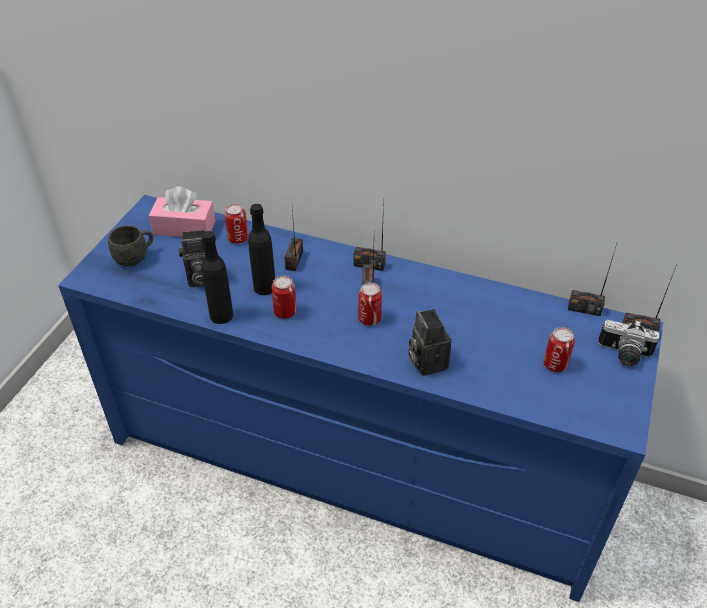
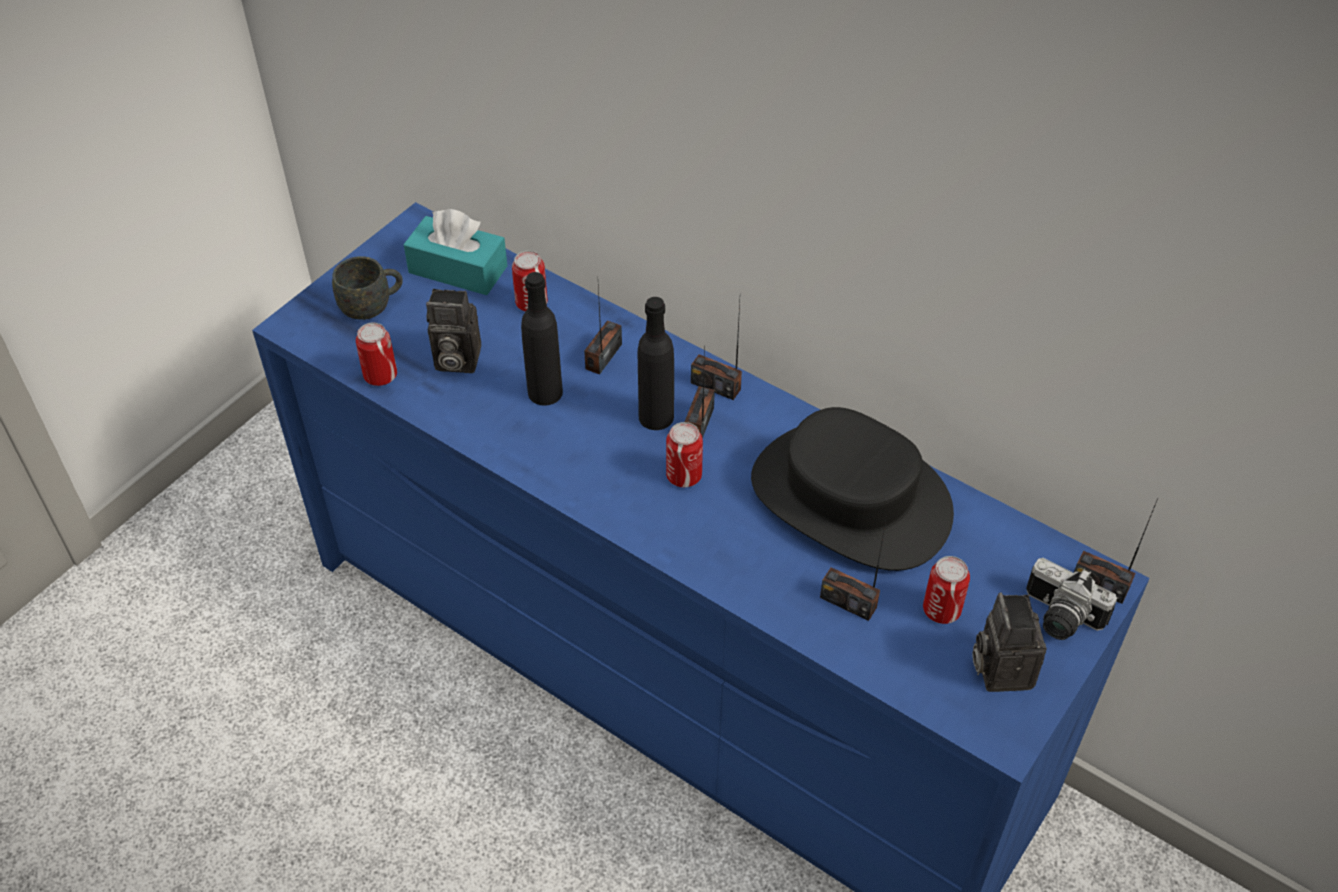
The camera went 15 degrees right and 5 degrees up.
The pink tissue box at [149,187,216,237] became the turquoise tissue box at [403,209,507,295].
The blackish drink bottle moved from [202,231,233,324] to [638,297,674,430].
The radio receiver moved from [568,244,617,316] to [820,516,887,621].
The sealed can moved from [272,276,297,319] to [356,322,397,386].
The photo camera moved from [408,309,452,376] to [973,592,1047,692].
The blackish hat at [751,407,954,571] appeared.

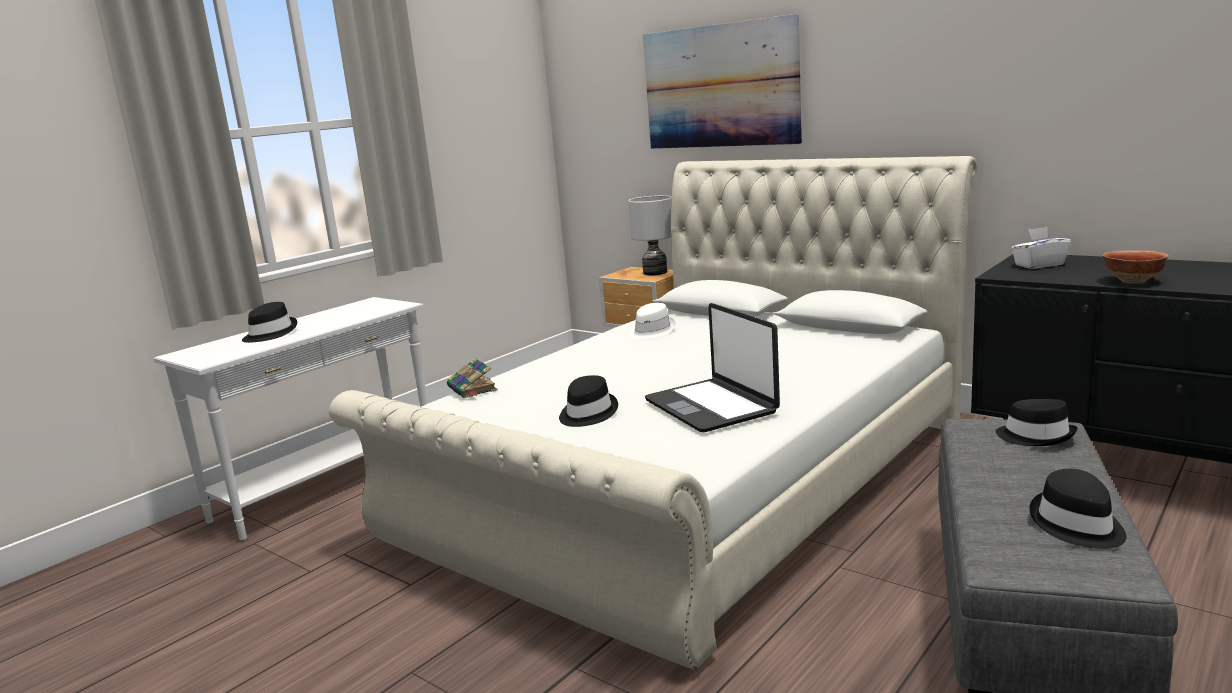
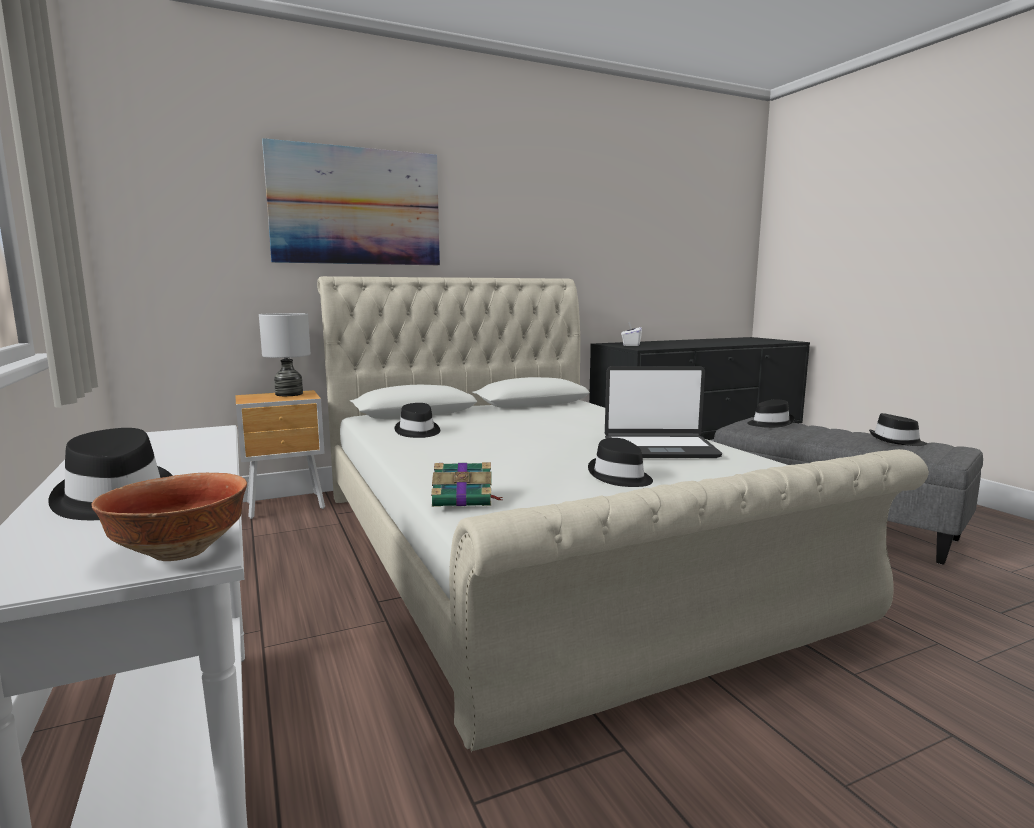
The camera went 65 degrees left and 5 degrees down.
The serving bowl moved from [1103,250,1168,284] to [91,473,247,561].
The whitish hat at [629,303,675,339] became the blackish hat at [394,403,440,438].

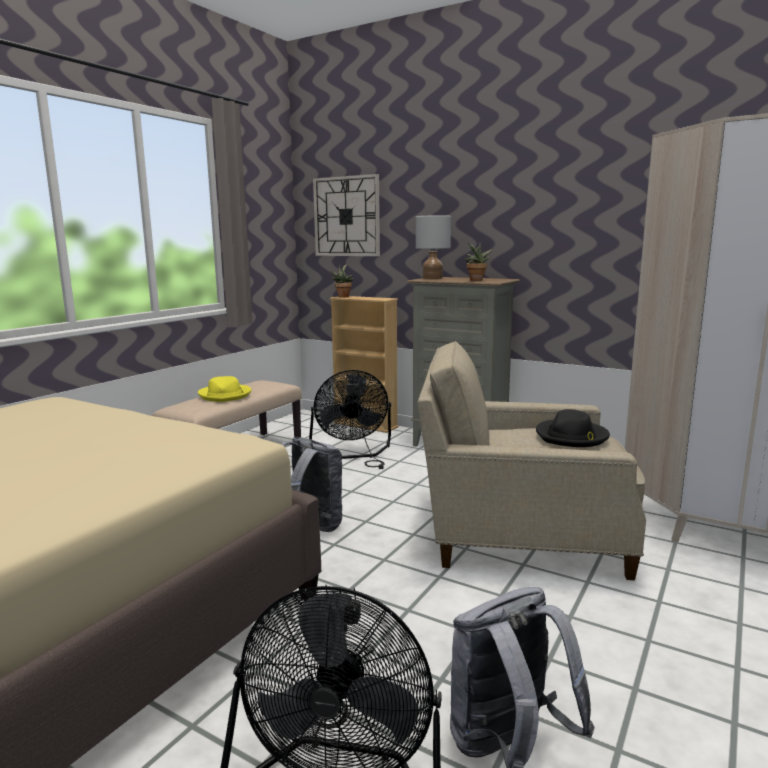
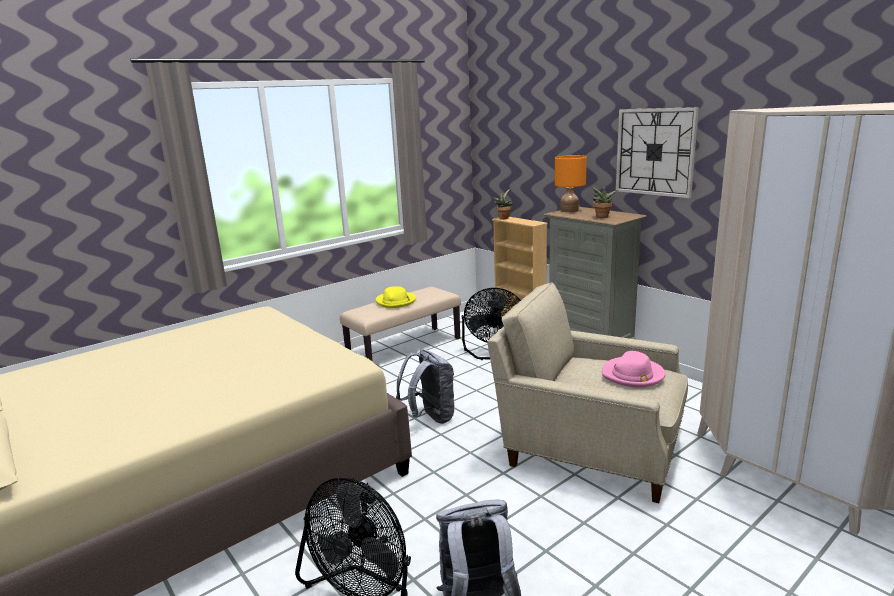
The camera went 20 degrees right and 5 degrees up.
The hanging clock moved from [313,174,380,256] to [616,107,699,198].
The grey tabletop lamp at [416,215,451,279] became the orange-coloured tabletop lamp at [555,155,587,212].
The blackish hat at [536,409,610,447] became the pink hat at [602,351,665,387].

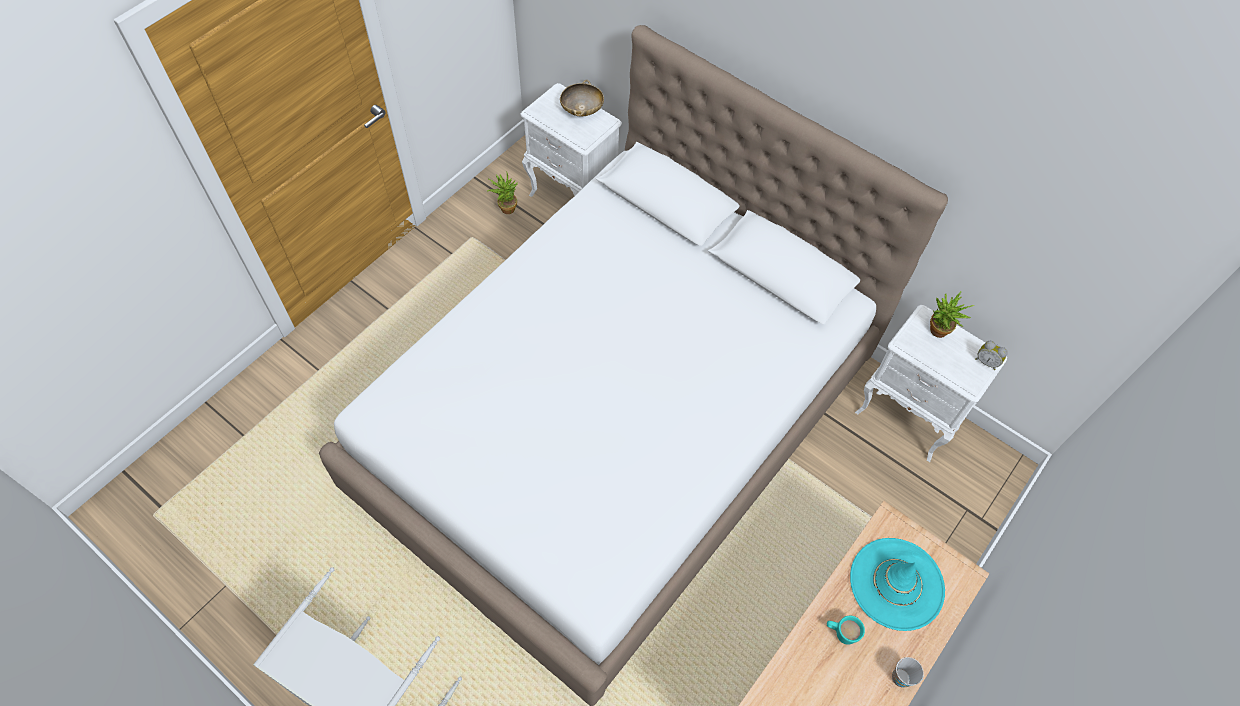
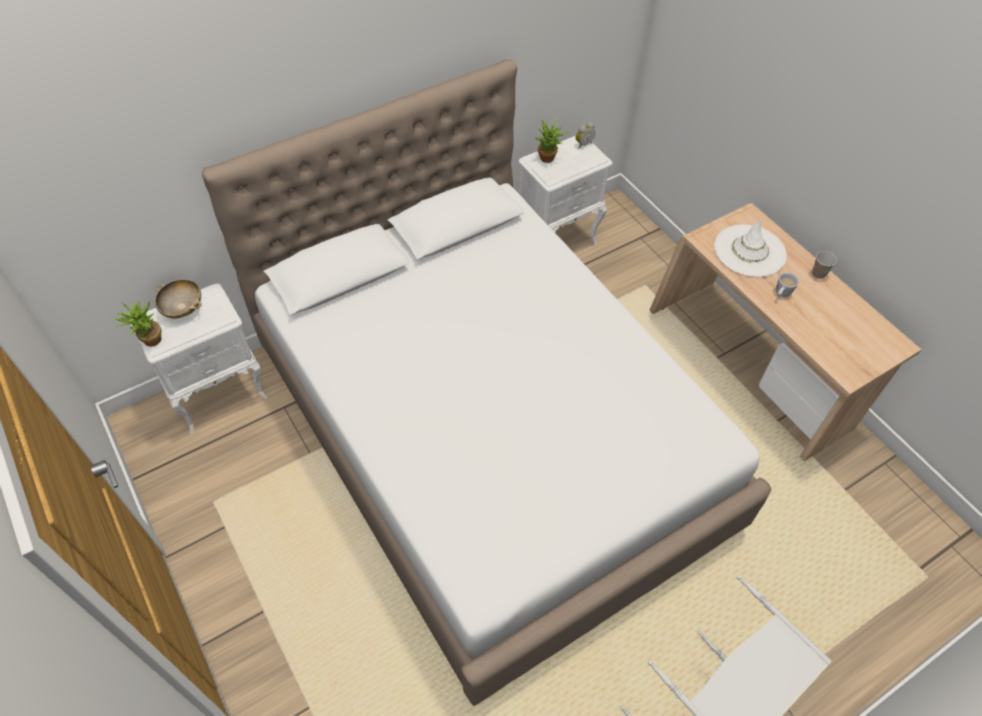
The camera went 70 degrees left and 5 degrees down.
The potted plant moved from [487,173,518,214] to [114,301,162,347].
The turquoise hat at [850,538,945,631] became the whitish hat at [714,219,787,277].
The turquoise mug at [827,616,865,645] became the whitish mug at [776,272,799,297].

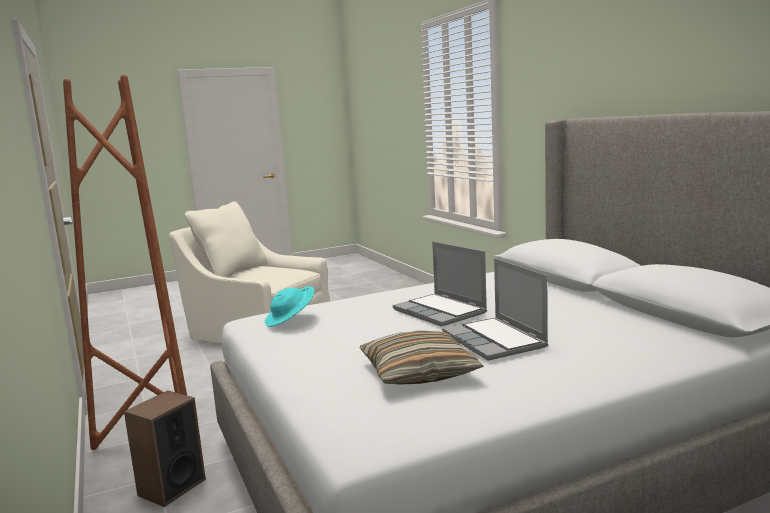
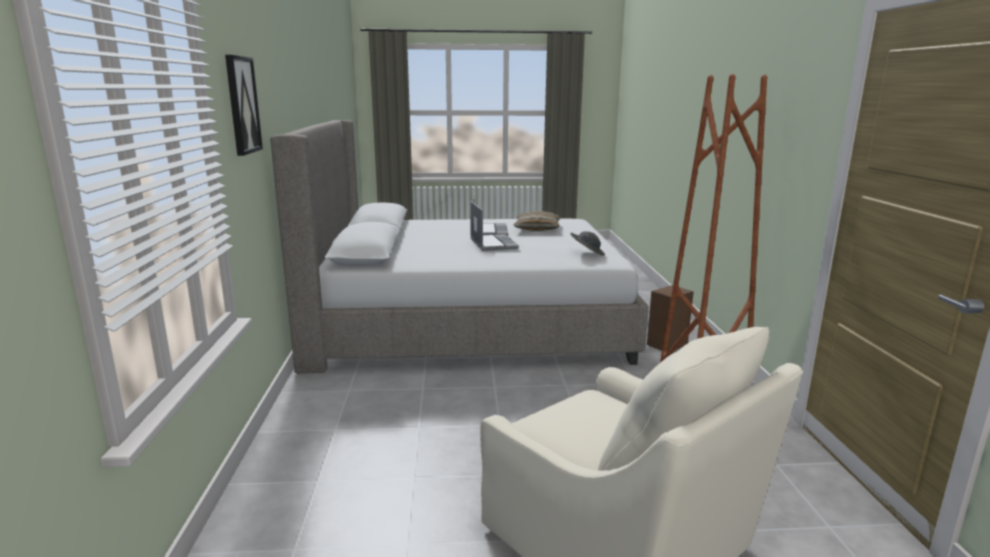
The camera went 160 degrees left and 5 degrees up.
The turquoise hat at [265,286,314,327] became the grey hat at [571,231,605,255].
The picture at [225,55,263,156] appeared.

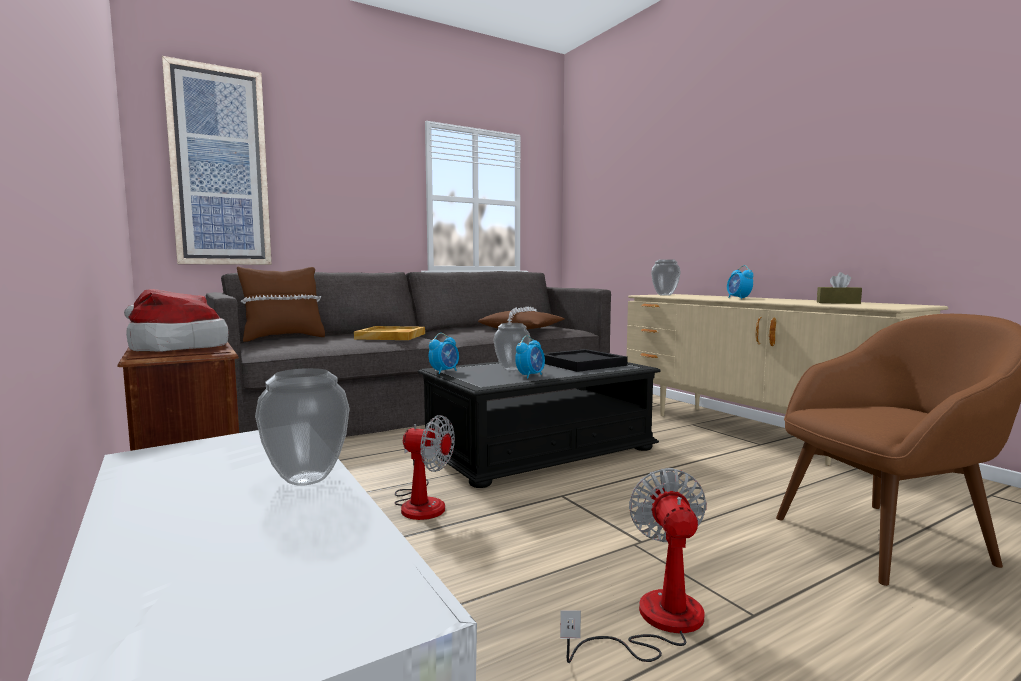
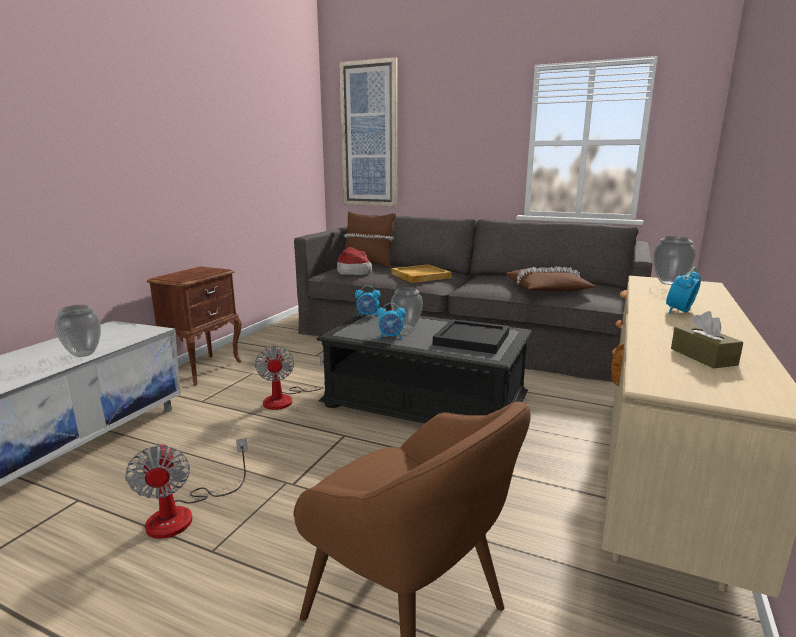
The camera went 55 degrees right and 10 degrees up.
The hat moved from [124,289,229,352] to [337,247,372,275].
The fan at [560,468,707,663] turned 105 degrees clockwise.

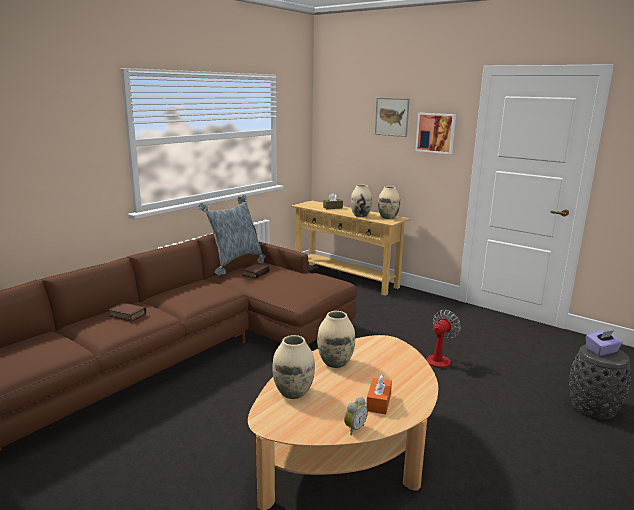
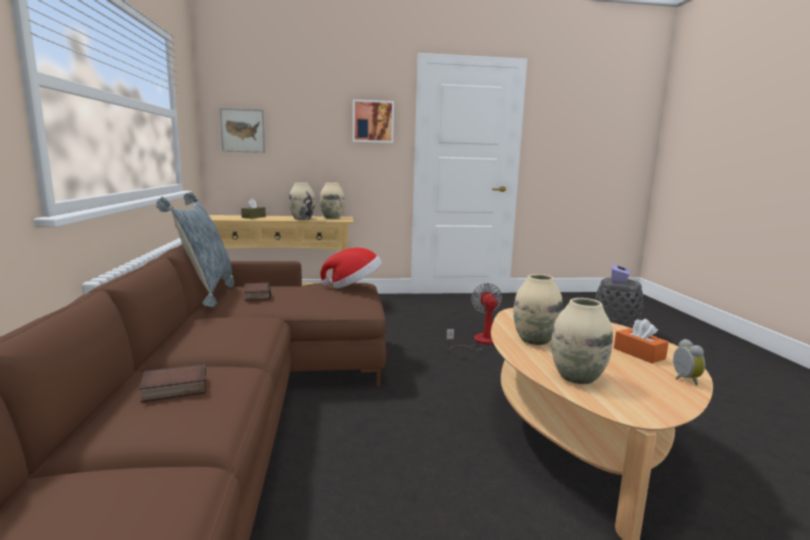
The camera went 45 degrees left and 5 degrees down.
The picture moved from [375,98,410,137] to [220,108,265,153].
The hat at [320,248,382,288] appeared.

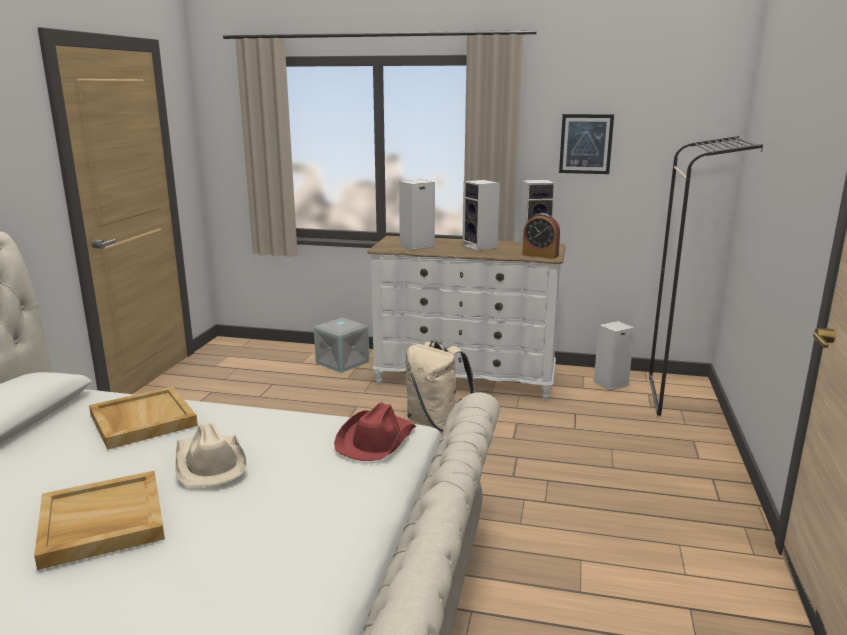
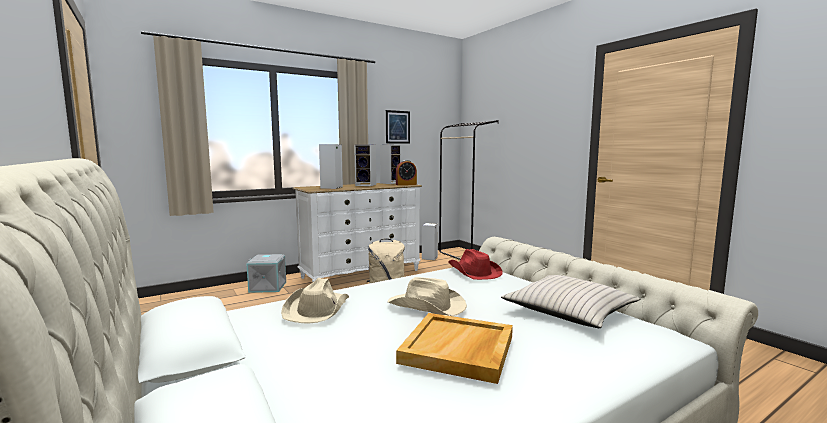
The camera went 45 degrees left and 10 degrees down.
The beige-coloured carrying tray at [89,386,198,450] was replaced by the beige-coloured hat at [281,278,349,324].
The beige-coloured cushion at [501,275,640,328] appeared.

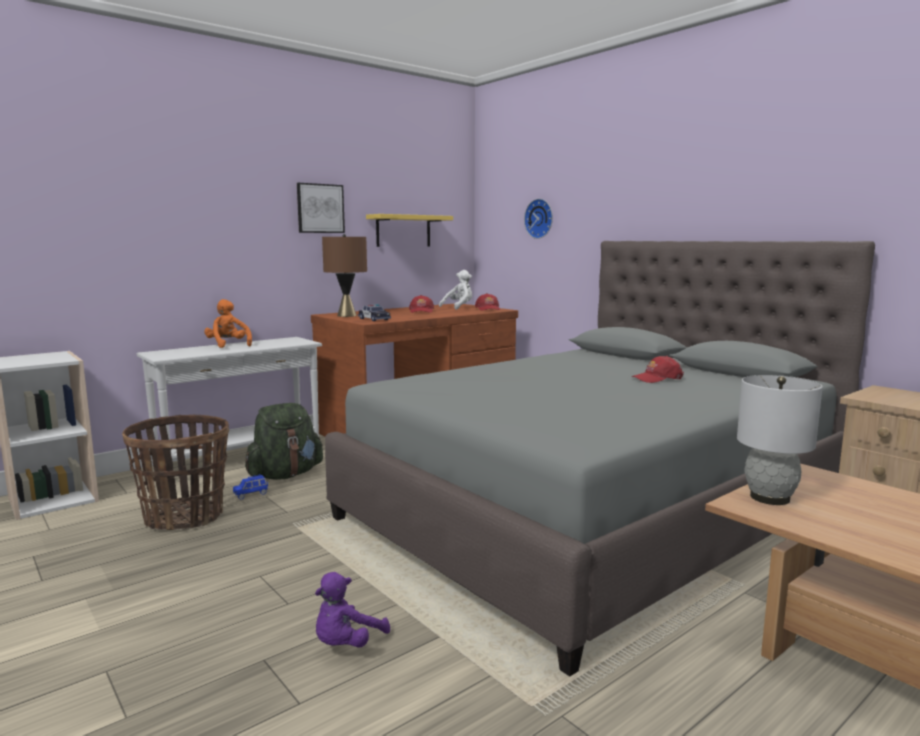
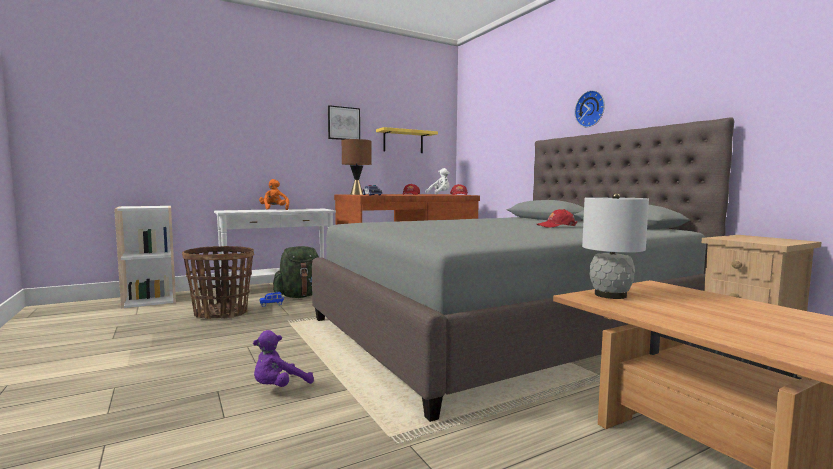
The camera went 10 degrees right and 5 degrees down.
The hanging clock moved from [524,199,553,239] to [575,90,605,127].

